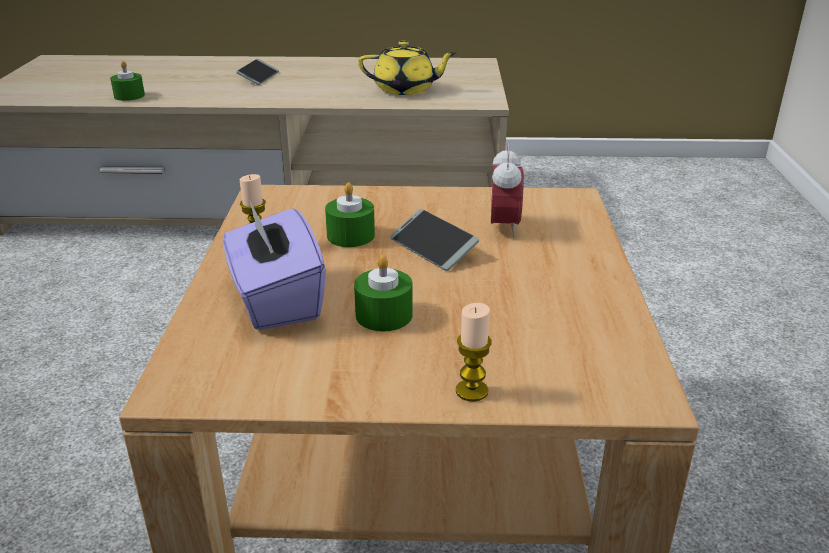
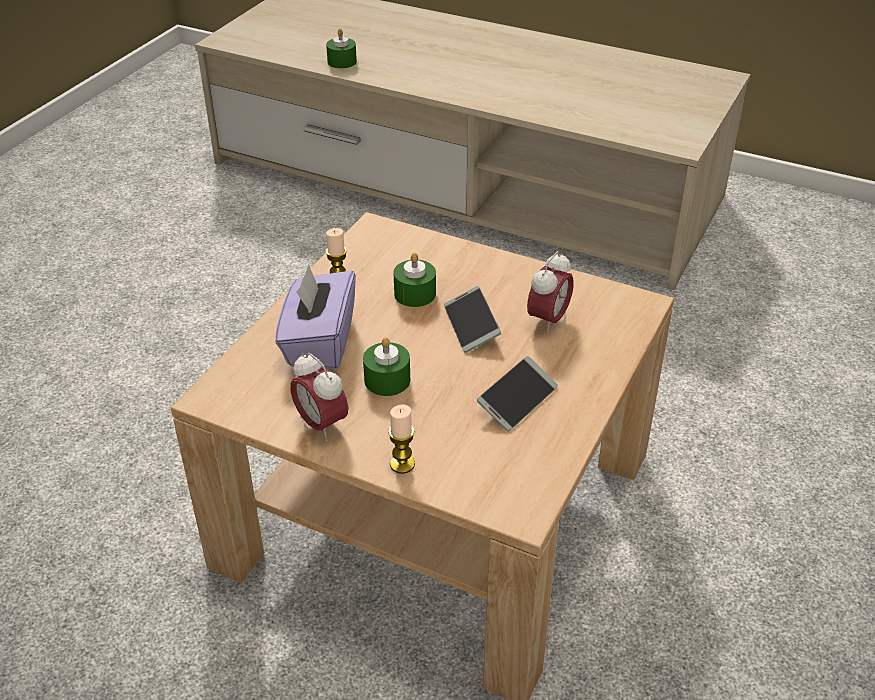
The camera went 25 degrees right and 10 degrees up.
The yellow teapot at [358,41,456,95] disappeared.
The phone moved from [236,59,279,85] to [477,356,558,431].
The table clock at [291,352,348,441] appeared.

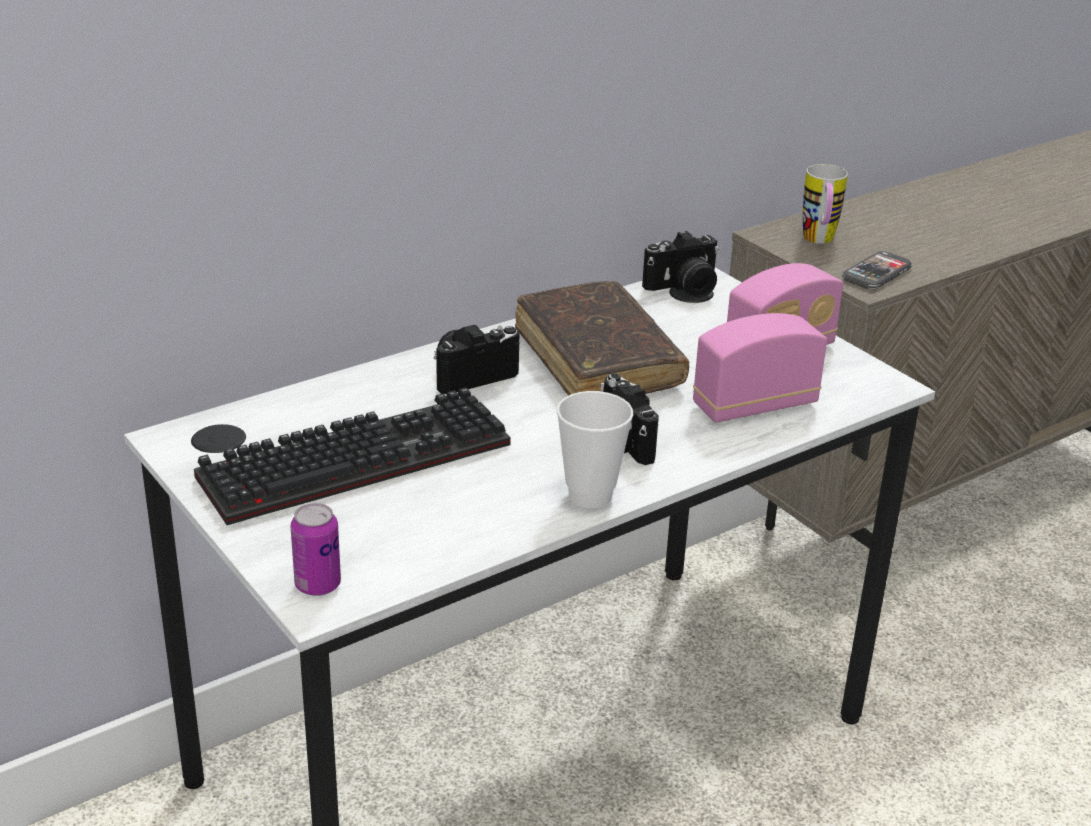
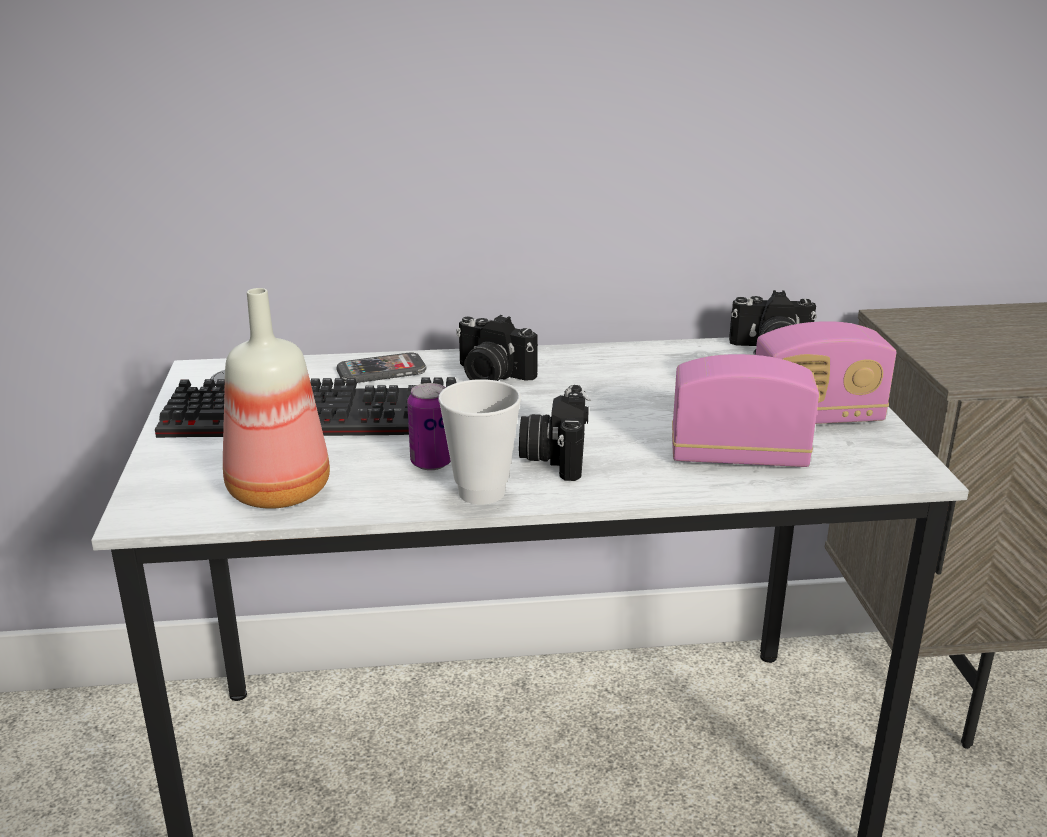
The camera went 30 degrees right and 5 degrees down.
The mug at [803,164,848,244] disappeared.
The phone moved from [842,251,912,290] to [336,352,427,383].
The brown-coloured book at [515,281,689,396] disappeared.
The photo camera at [434,325,519,394] turned 150 degrees counterclockwise.
The sealed can moved from [291,503,341,596] to [407,383,451,470].
The drink bottle at [223,288,330,509] appeared.

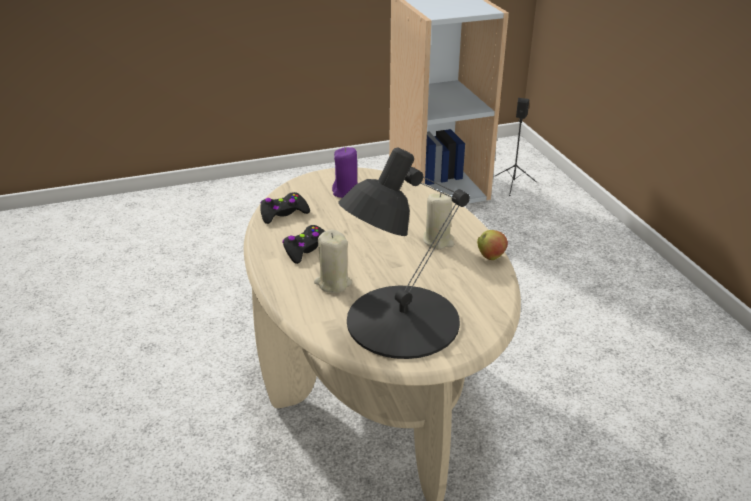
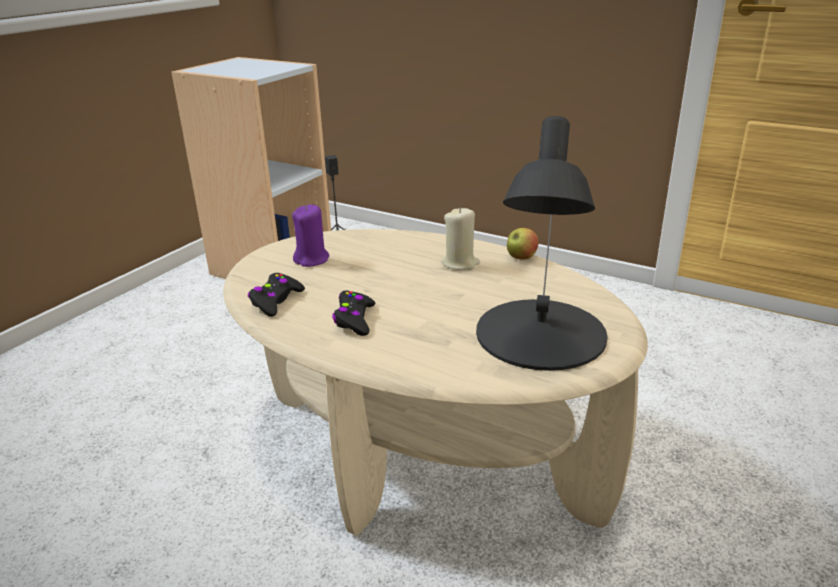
The camera went 40 degrees left and 5 degrees down.
The beige-coloured wax light at [314,229,352,293] disappeared.

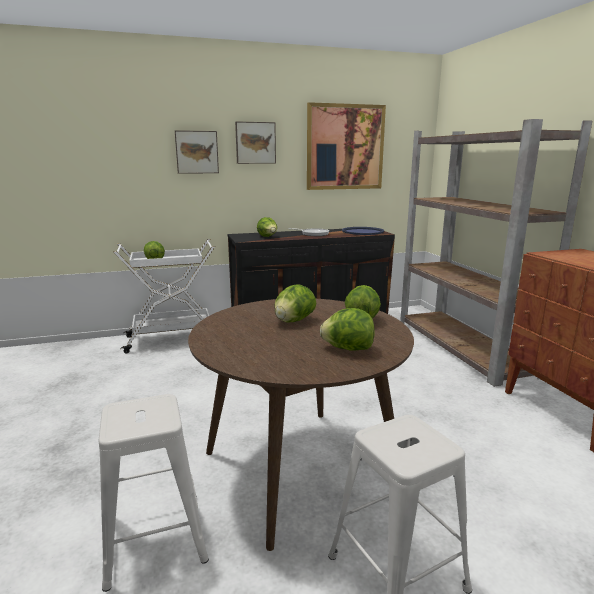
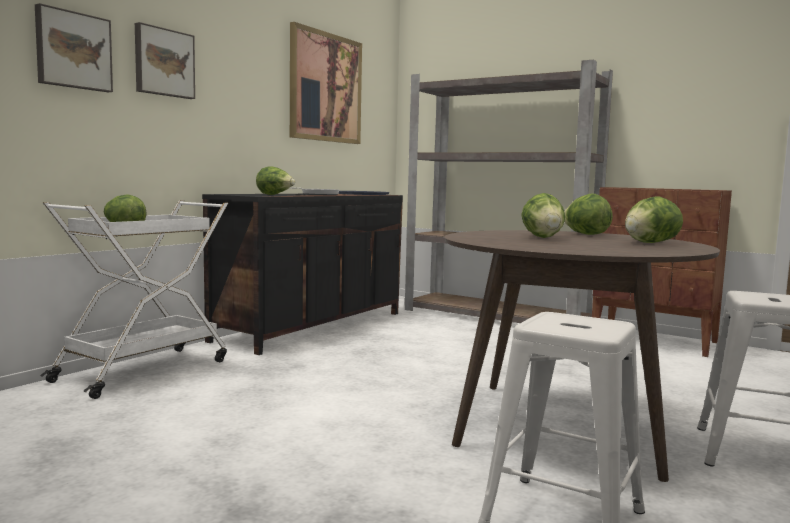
The camera went 40 degrees left and 10 degrees down.
The picture moved from [235,121,276,164] to [35,3,113,92].

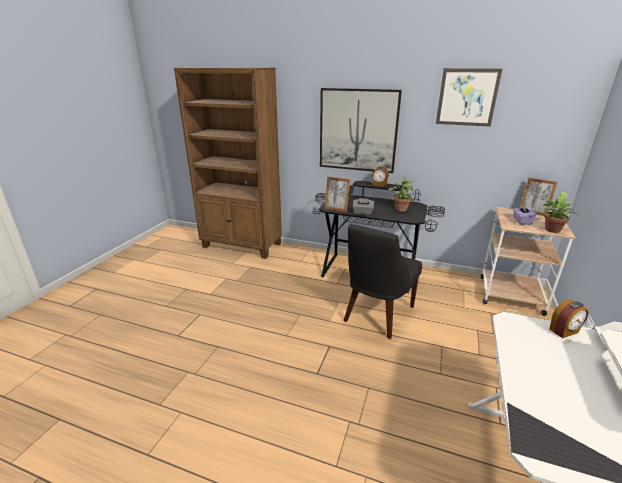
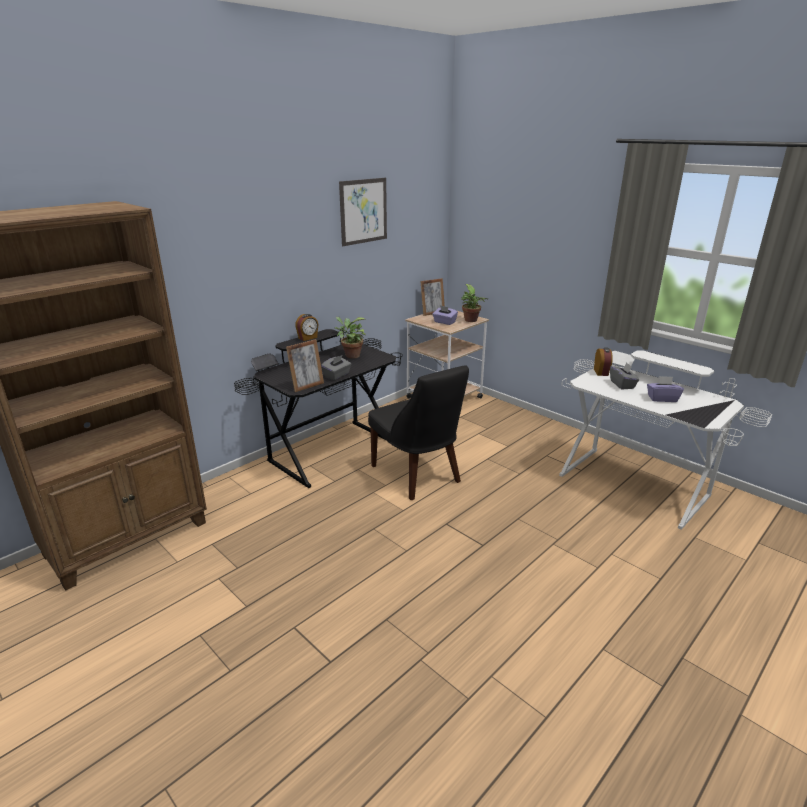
The camera went 65 degrees left and 0 degrees up.
The picture at [320,88,402,173] disappeared.
The grey tissue box at [610,362,639,389] appeared.
The purple tissue box at [647,376,684,402] appeared.

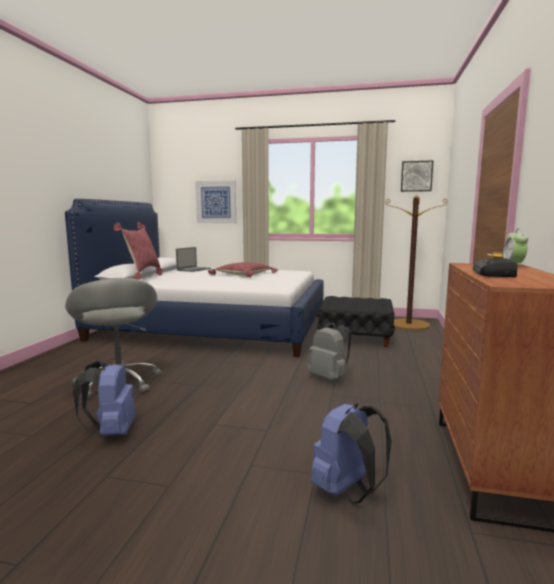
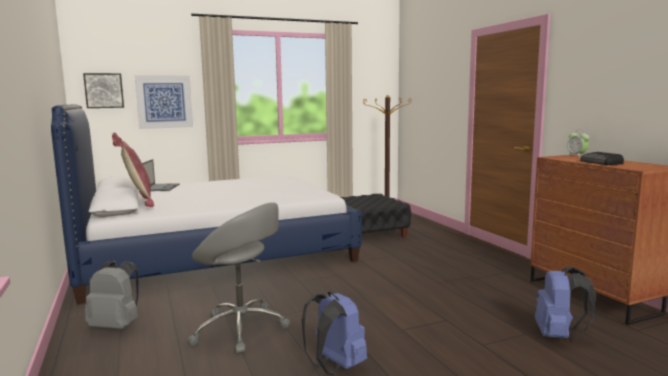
The camera went 35 degrees left and 0 degrees up.
The picture moved from [401,160,433,192] to [83,73,124,108].
The reddish cushion at [208,262,278,278] disappeared.
The grey knapsack moved from [307,323,351,380] to [85,260,139,329].

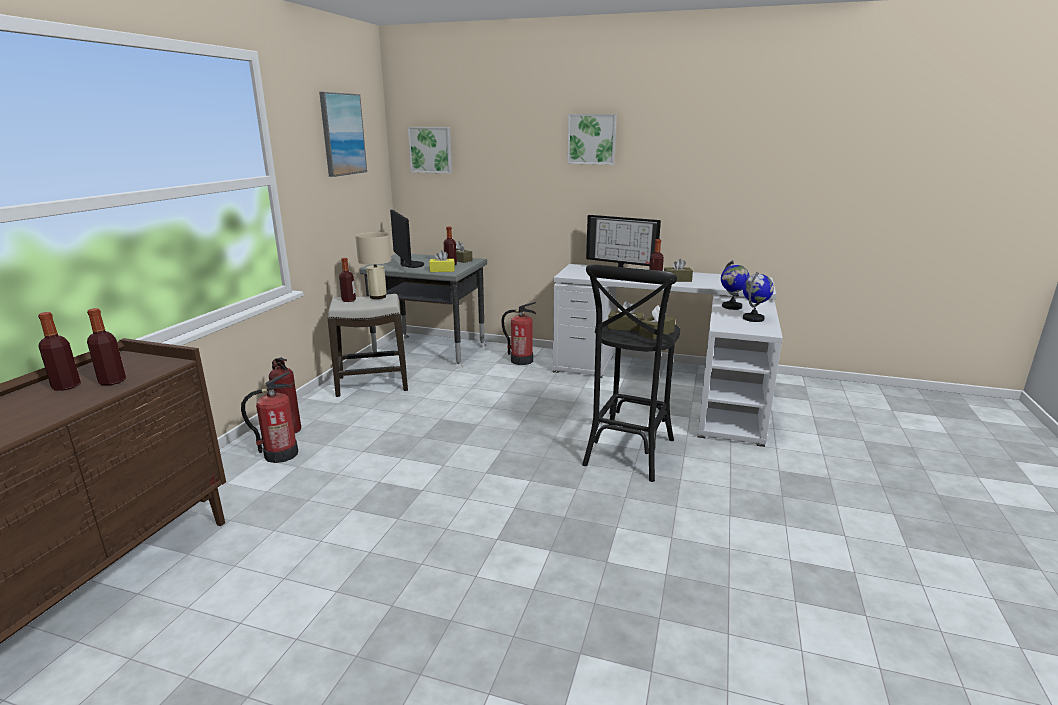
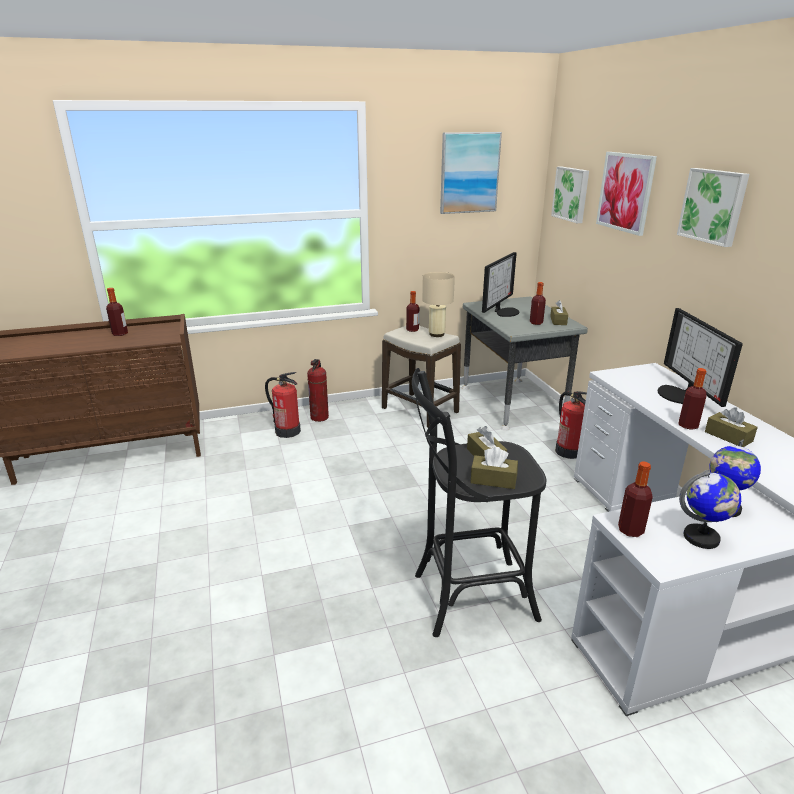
The camera went 55 degrees right and 5 degrees up.
The yellow tissue box at [429,250,455,272] disappeared.
The drink bottle moved from [87,308,126,385] to [618,461,653,537].
The picture at [596,152,657,236] appeared.

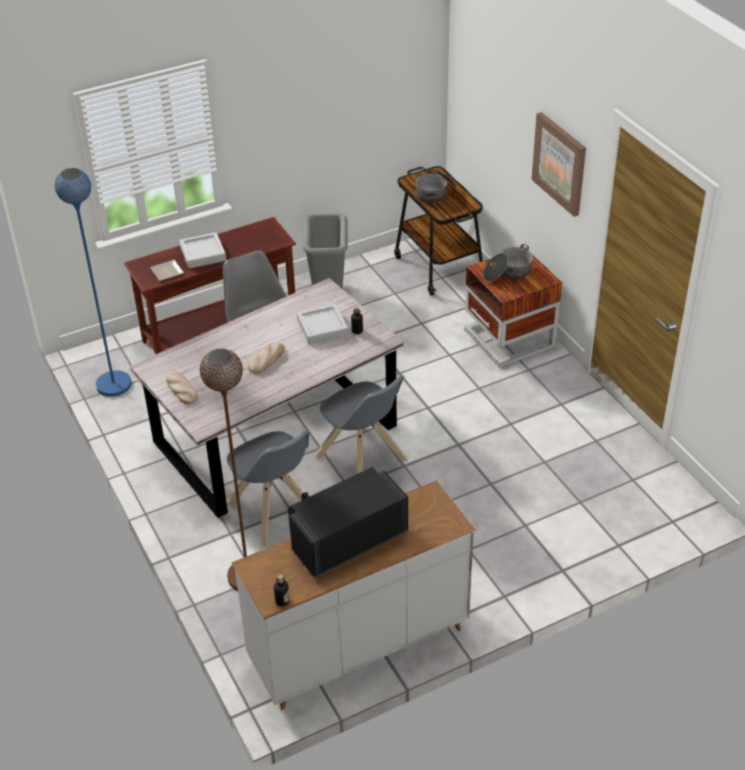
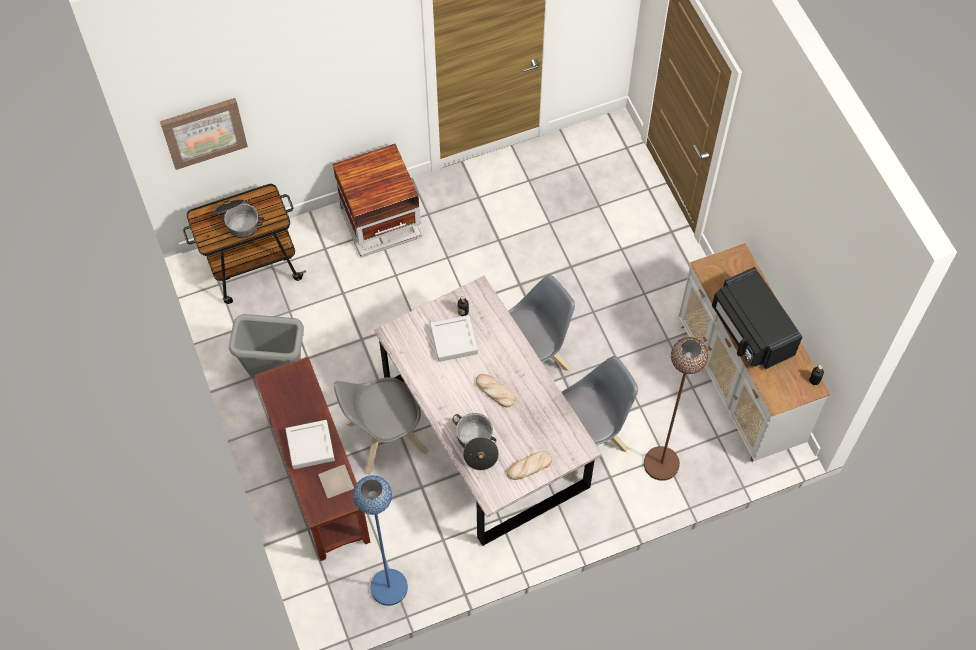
The camera went 85 degrees left and 20 degrees up.
The picture moved from [532,112,586,217] to [160,98,248,170].
The stockpot moved from [483,244,533,282] to [452,413,499,471].

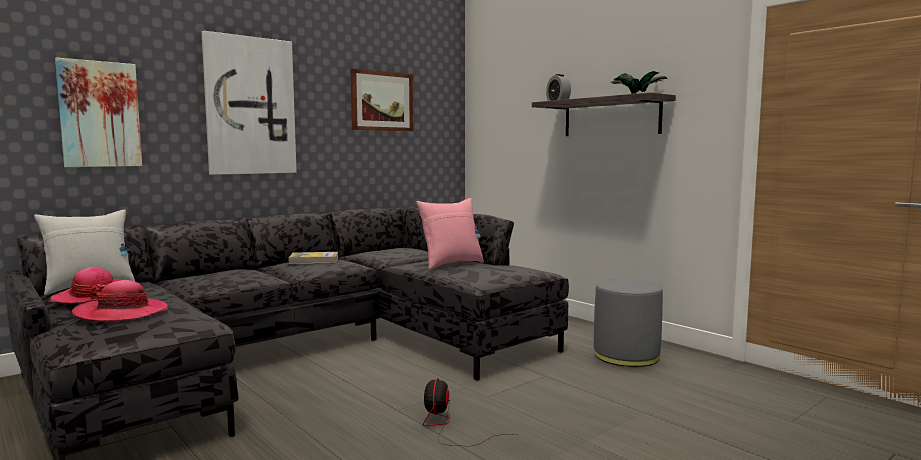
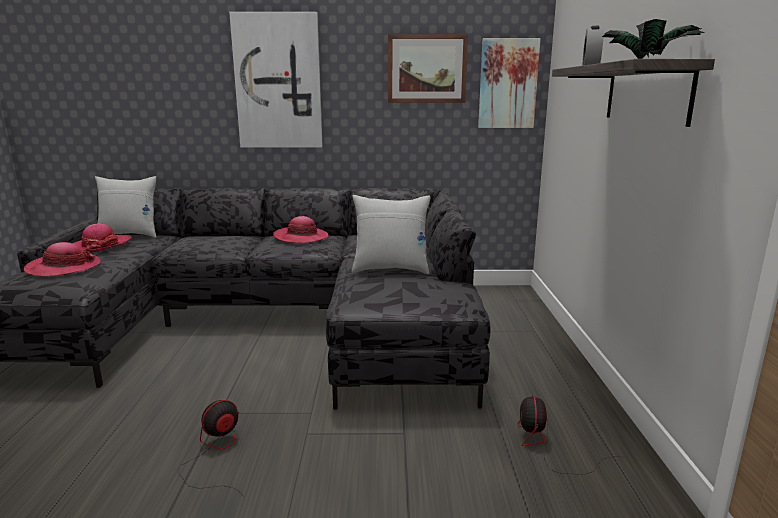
The camera went 40 degrees right and 10 degrees up.
The picture moved from [55,57,142,167] to [478,38,541,128].
The pink cushion at [416,198,484,270] became the grey cushion at [351,195,430,274].
The book at [288,252,338,264] was replaced by the hat at [273,216,329,243].
The grey pouffe at [594,279,663,367] was replaced by the fan at [518,396,619,475].

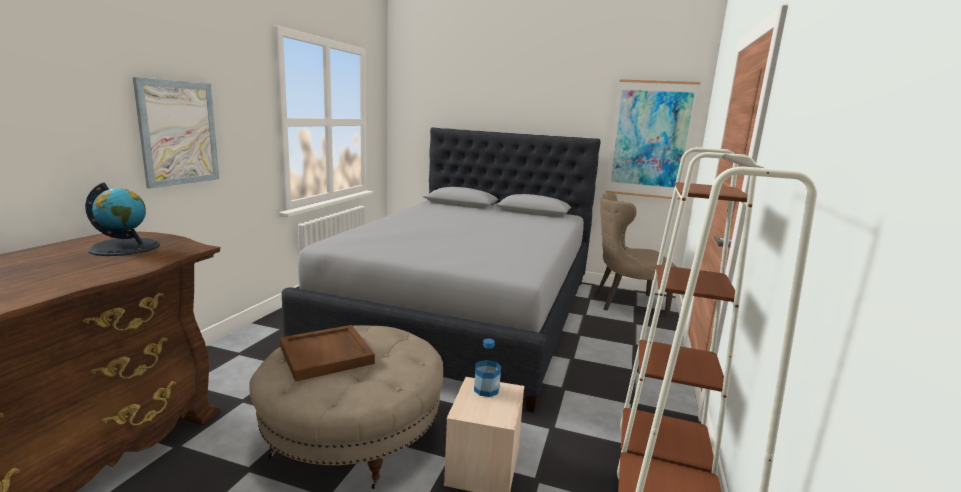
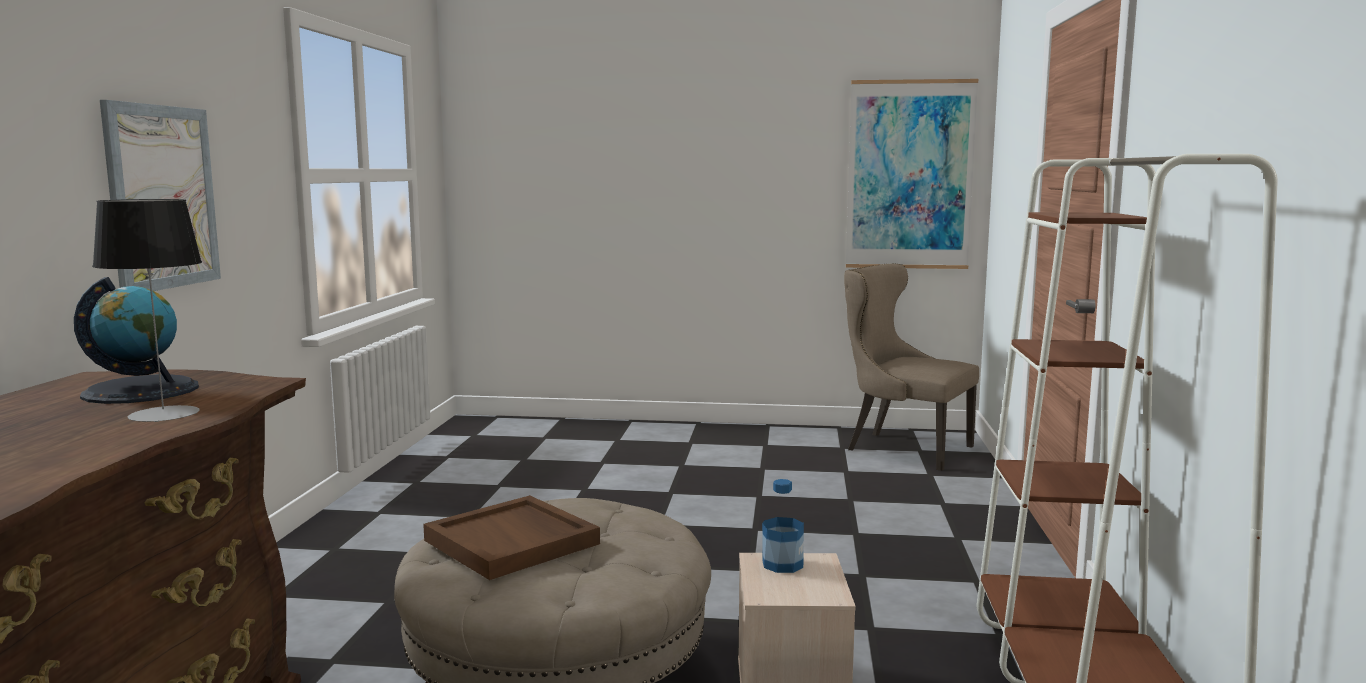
The camera went 10 degrees left and 5 degrees down.
The grey bedroom bed at [282,128,601,412] disappeared.
The beige-coloured upright chair at [595,193,677,317] turned 45 degrees clockwise.
The tabletop lamp at [92,199,202,422] appeared.

